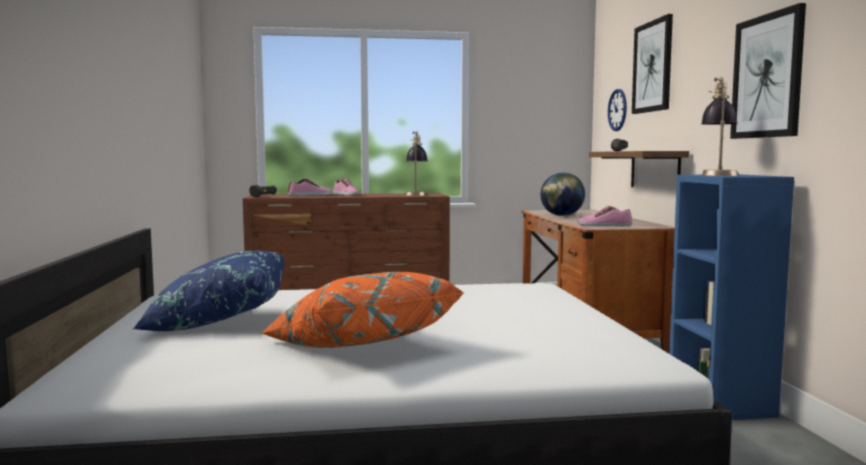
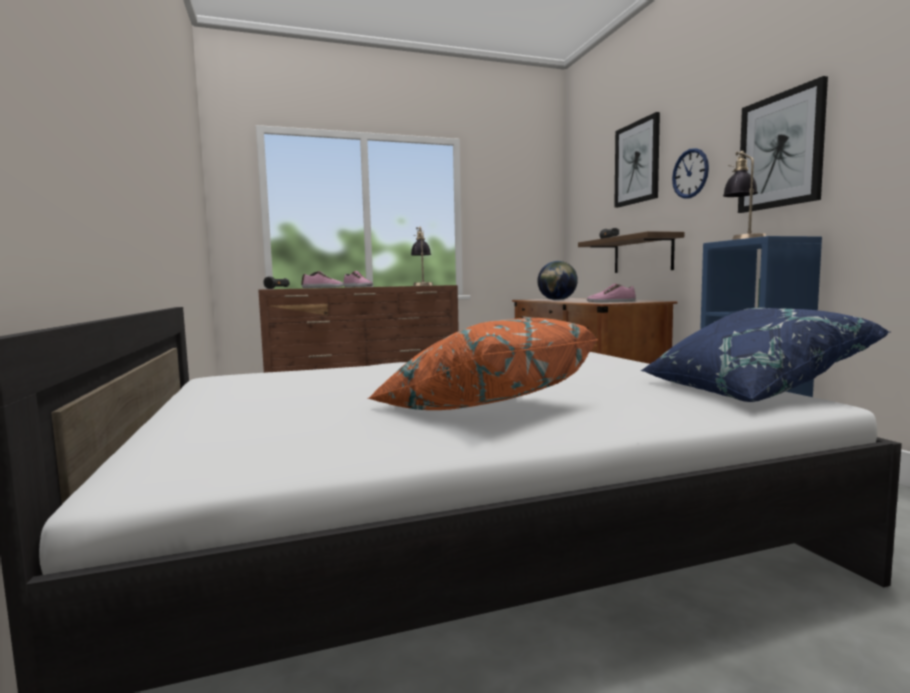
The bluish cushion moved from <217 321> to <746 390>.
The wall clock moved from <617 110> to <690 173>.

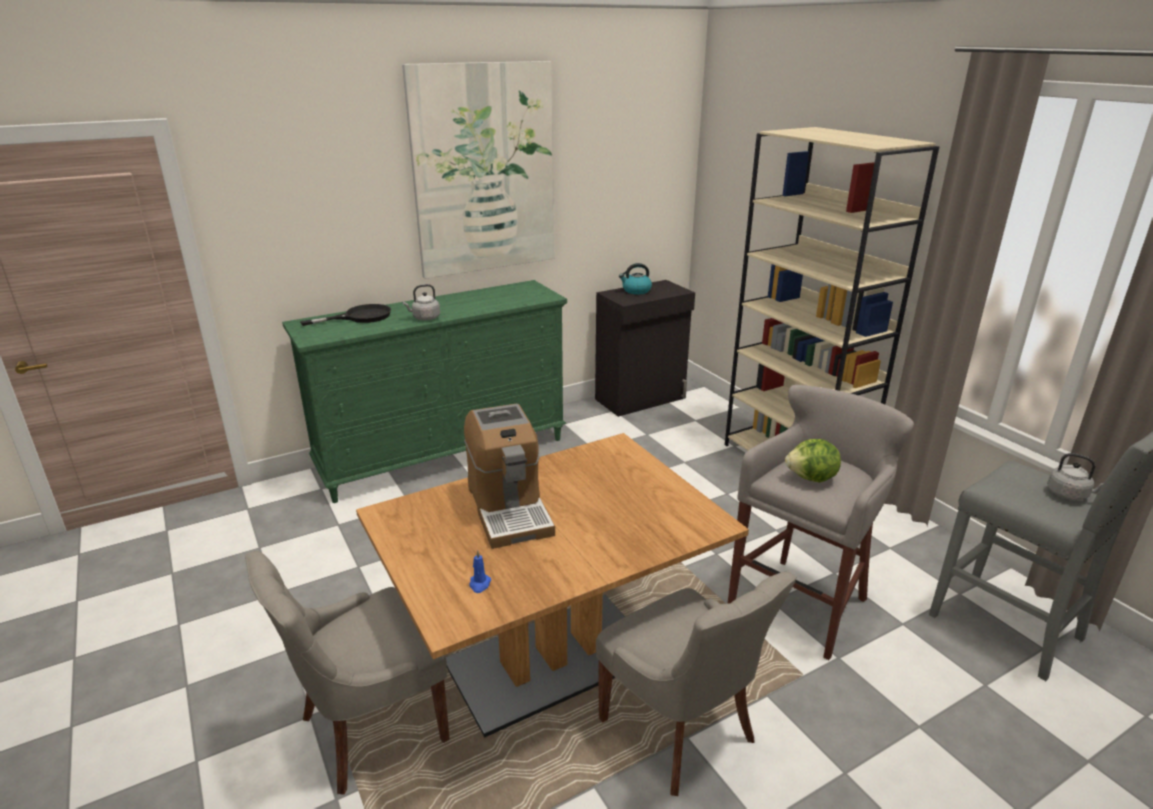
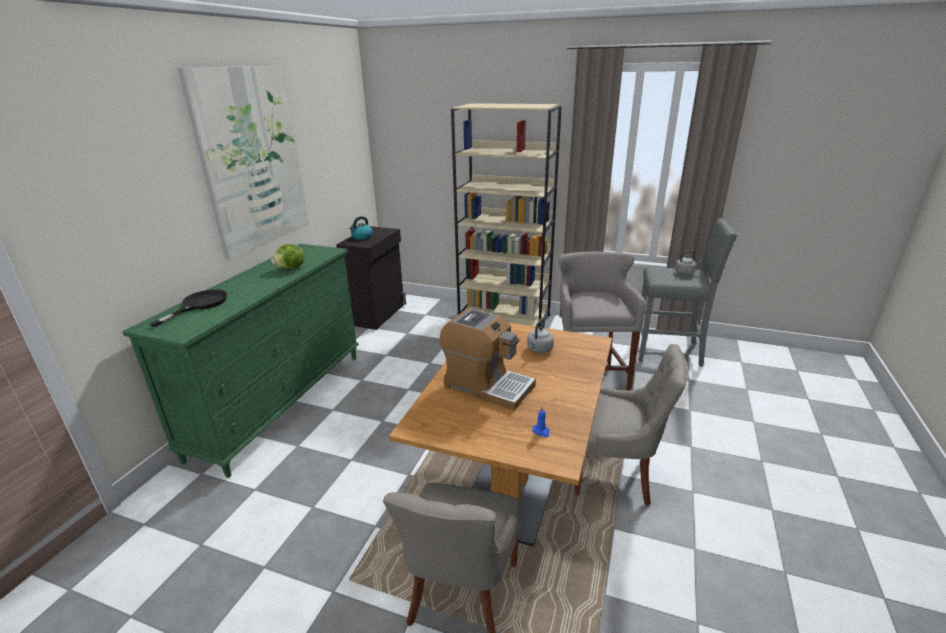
The greyish water kettle moved from <425 318> to <539 350>.
The head of lettuce moved from <811 478> to <291 268>.

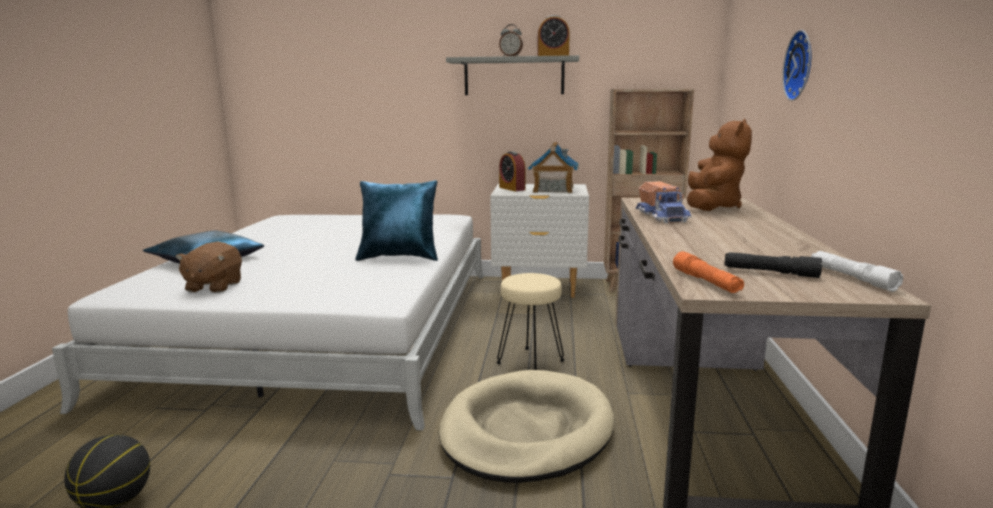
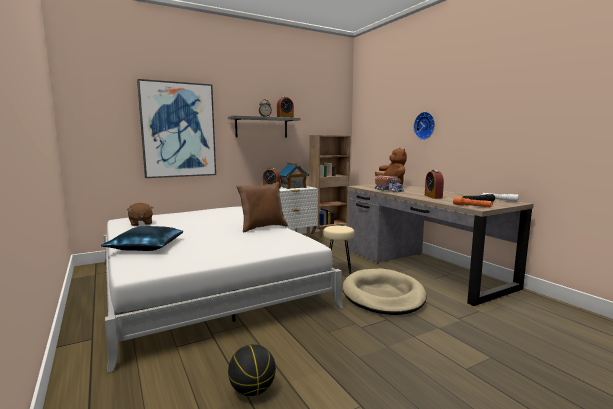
The wall art at <178 130> appeared.
The table clock at <433 196> appeared.
The brownish soft toy moved from <213 286> to <140 223>.
The bluish cushion at <400 257> became the brownish cushion at <263 227>.

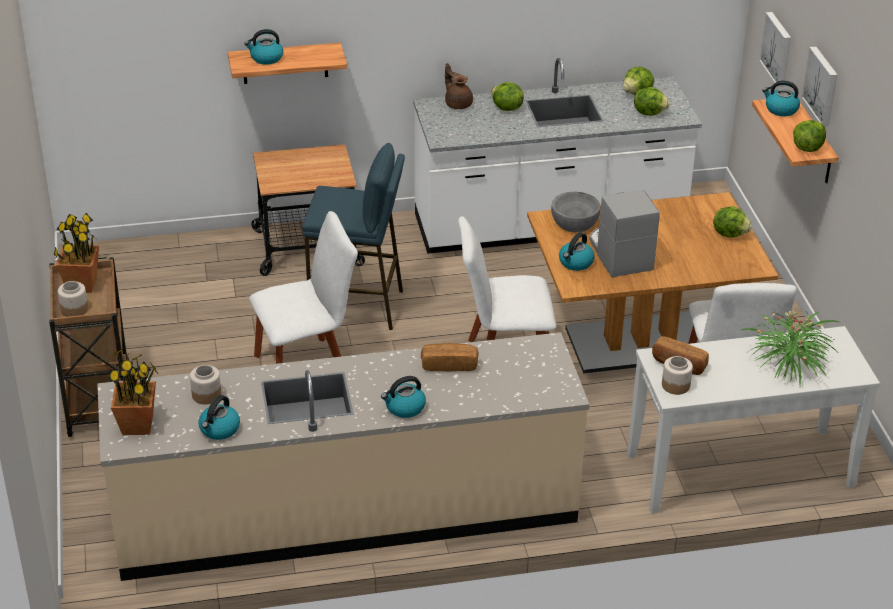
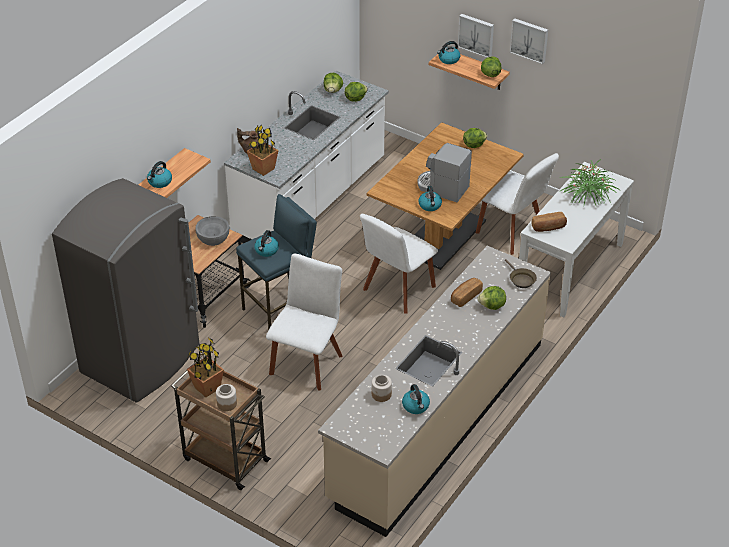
The jar at <676 385> disappeared.
The greyish fridge at <142 360> appeared.
The brownish pan at <521 279> appeared.
The houseplant moved from <137 425> to <263 169>.
The water kettle moved from <404 408> to <266 250>.
The head of lettuce moved from <506 108> to <492 306>.
The greyish serving bowl moved from <574 222> to <213 237>.
The wall art moved from <777 49> to <529 40>.

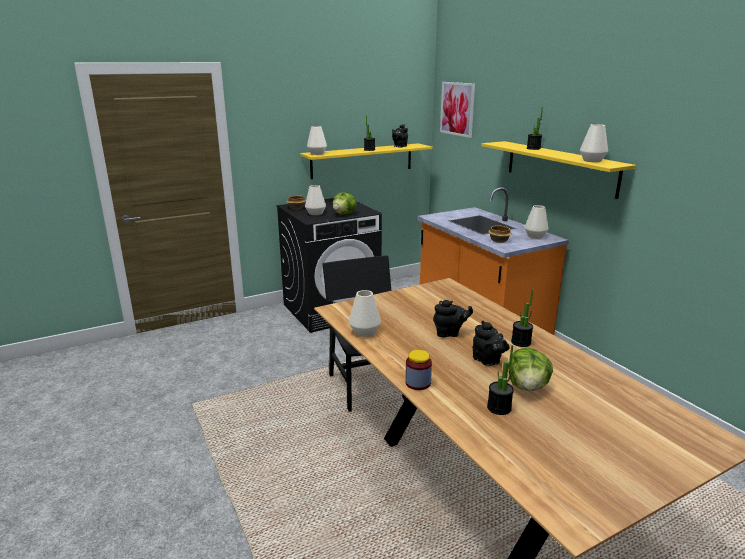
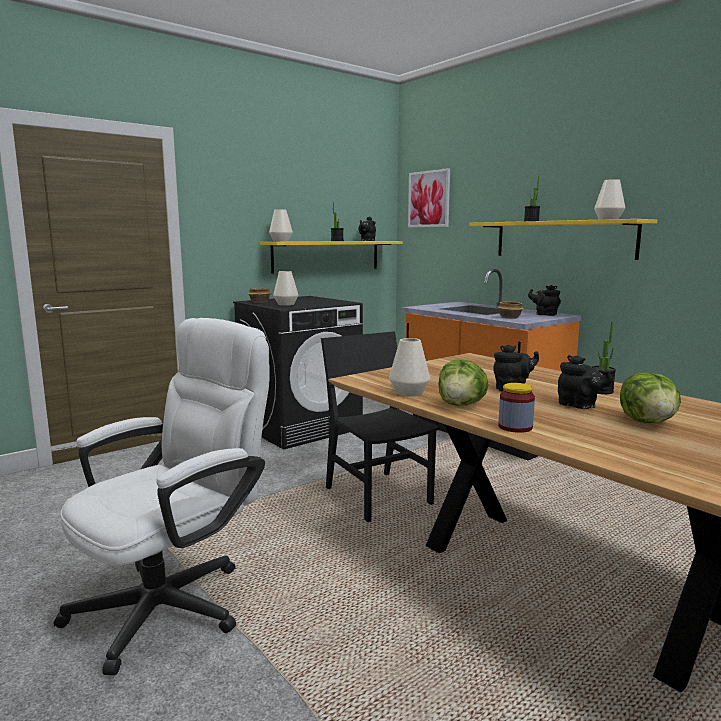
The houseplant at <499 408> disappeared.
The whitish office chair at <175 601> appeared.
The head of lettuce moved from <344 214> to <461 405>.
The whitish decorative vase at <535 236> was replaced by the black tea pot at <544 314>.

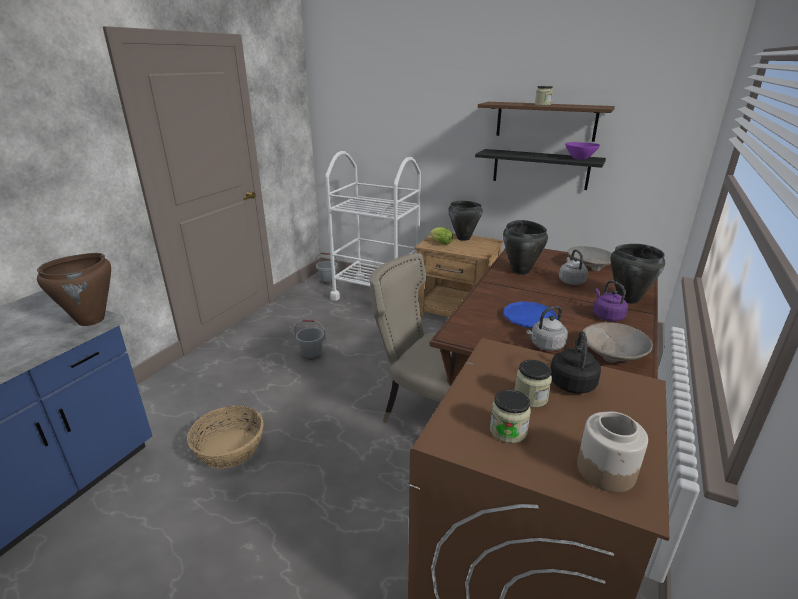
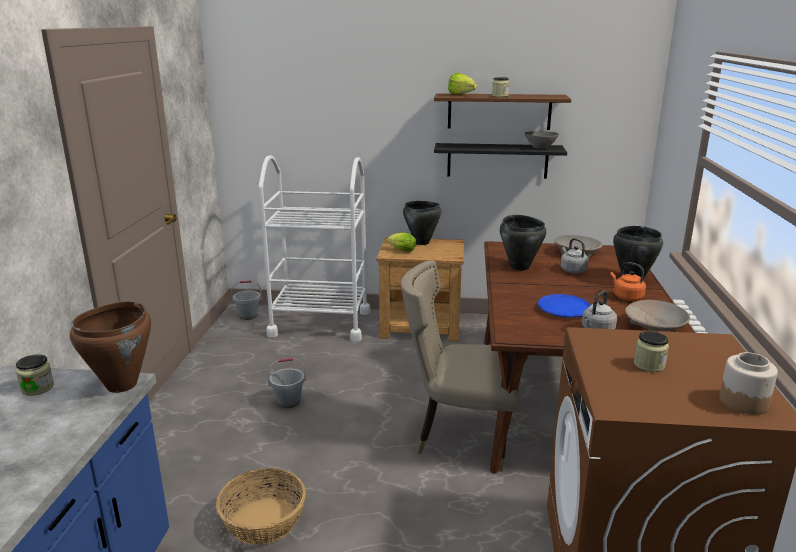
The black water kettle at <572 382> disappeared.
The head of lettuce at <463 95> appeared.
The jar moved from <508 430> to <37 388>.
The purple serving bowl at <579 158> became the greyish serving bowl at <540 147>.
The purple water kettle at <606 316> became the orange water kettle at <626 297>.

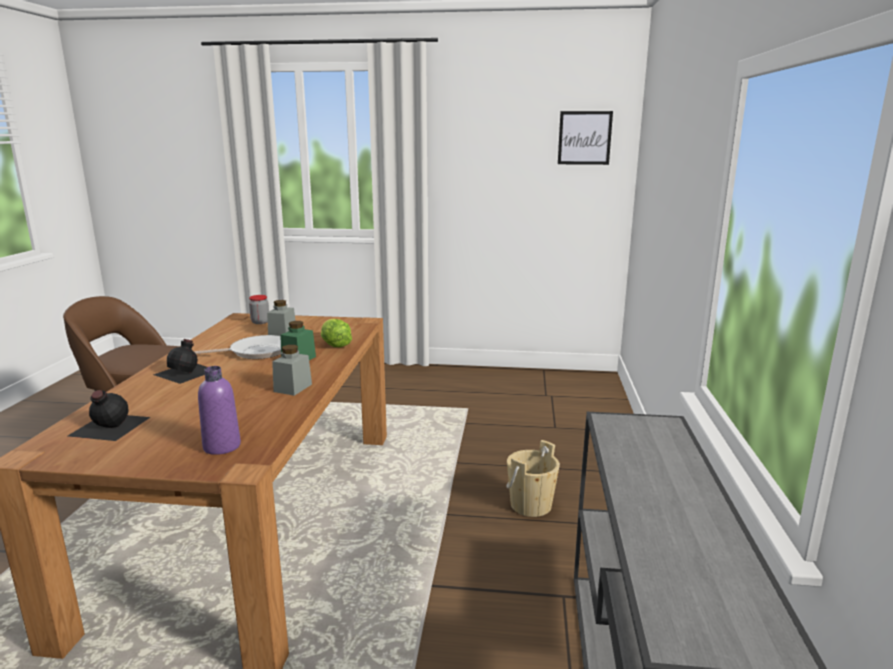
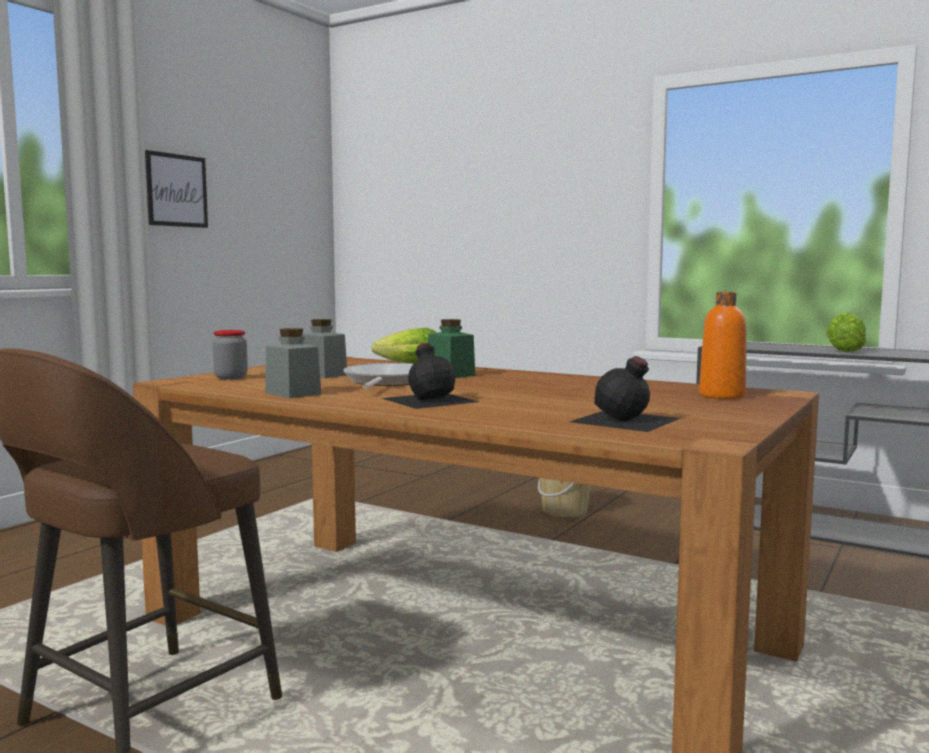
The head of lettuce at <844 350> appeared.
The greyish jar moved from <293 388> to <293 393>.
The wall art moved from <584 138> to <176 190>.
The purple beverage bottle at <222 446> became the orange beverage bottle at <721 396>.

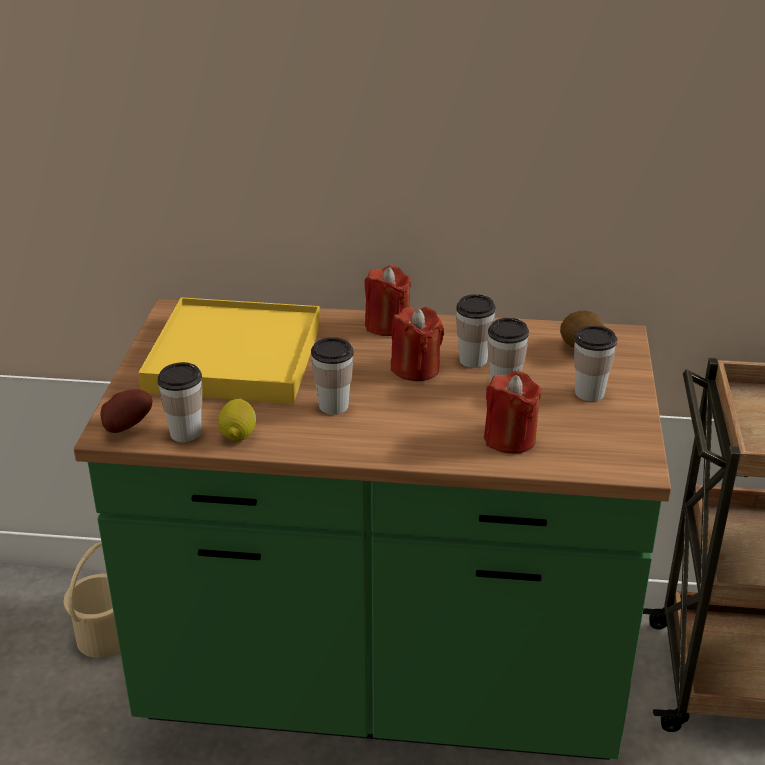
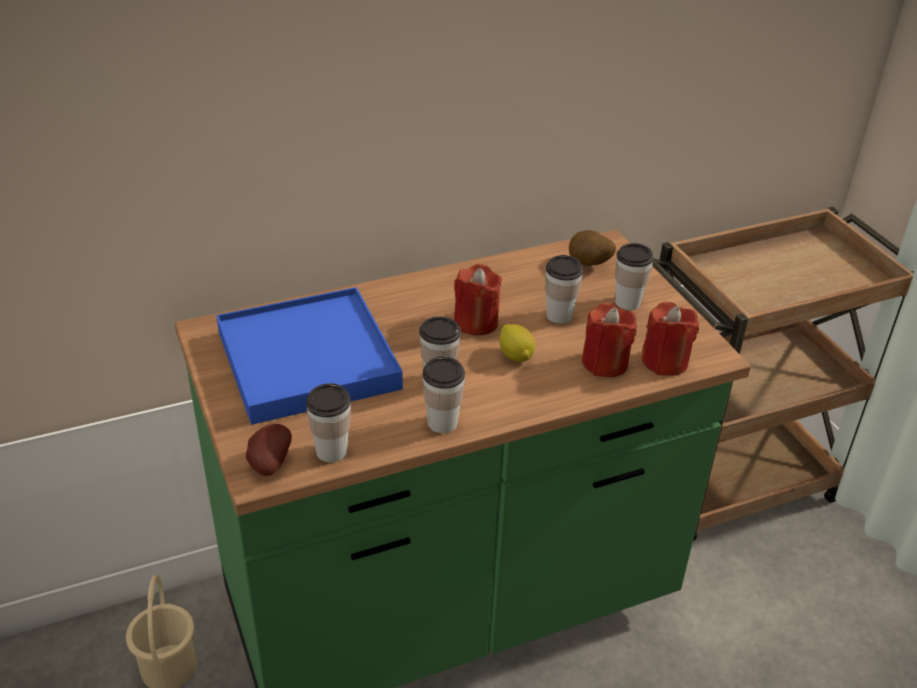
The lemon moved from <239 434> to <516 356>.
The reddish candle moved from <387 325> to <665 361>.
The cup moved from <473 360> to <442 423>.
The yellow-coloured tray at <235 358> became the bluish tray at <308 360>.

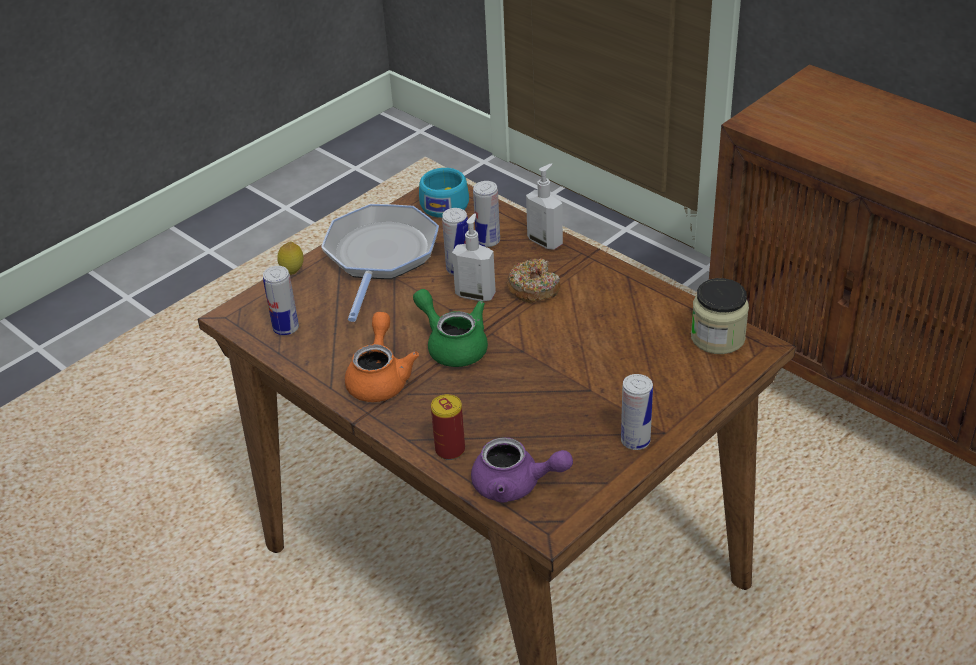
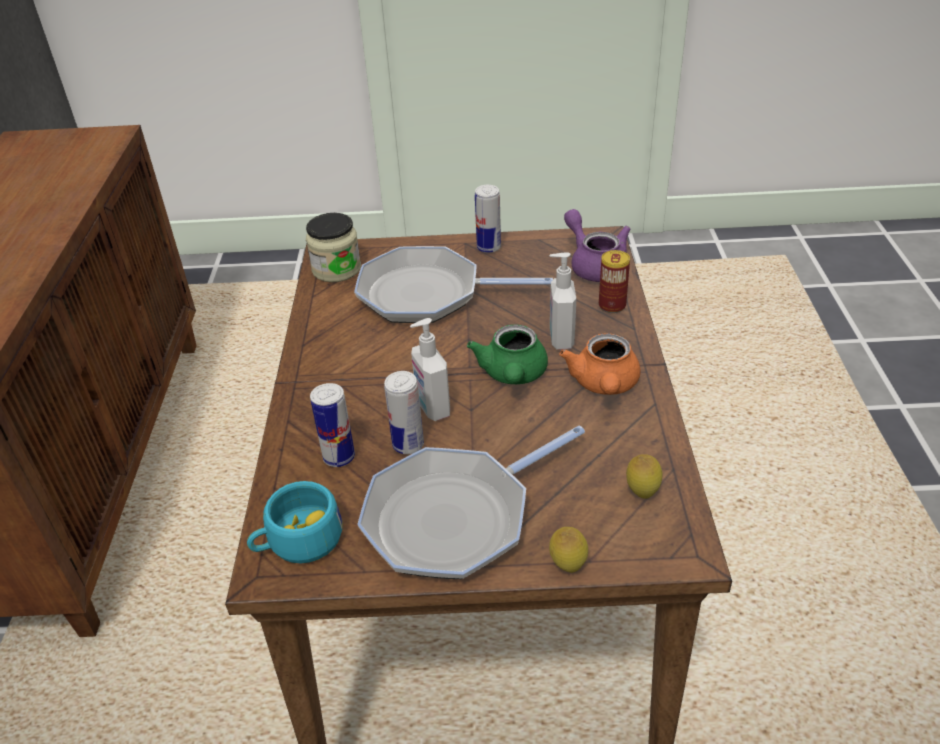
The doughnut at <533 288> disappeared.
The pan at <427 294> appeared.
The liquid soap bottle moved from <545 241> to <560 339>.
The metal can at <286 328> was replaced by the lemon at <642 492>.
The orange tea pot at <380 378> turned 45 degrees counterclockwise.

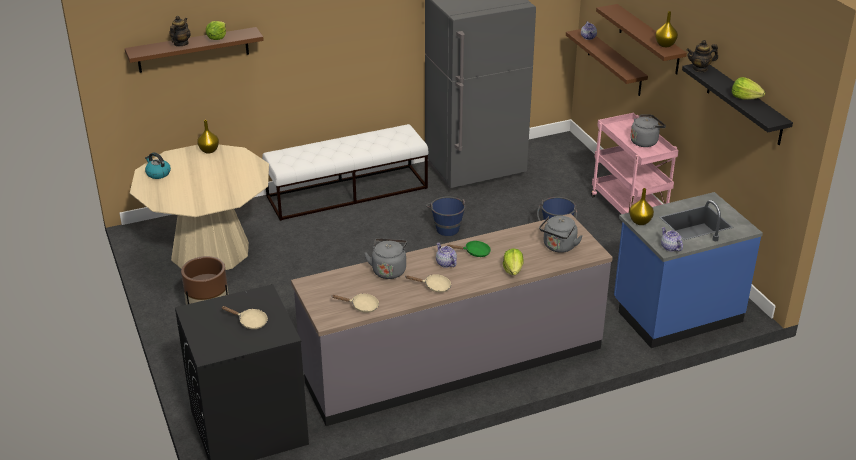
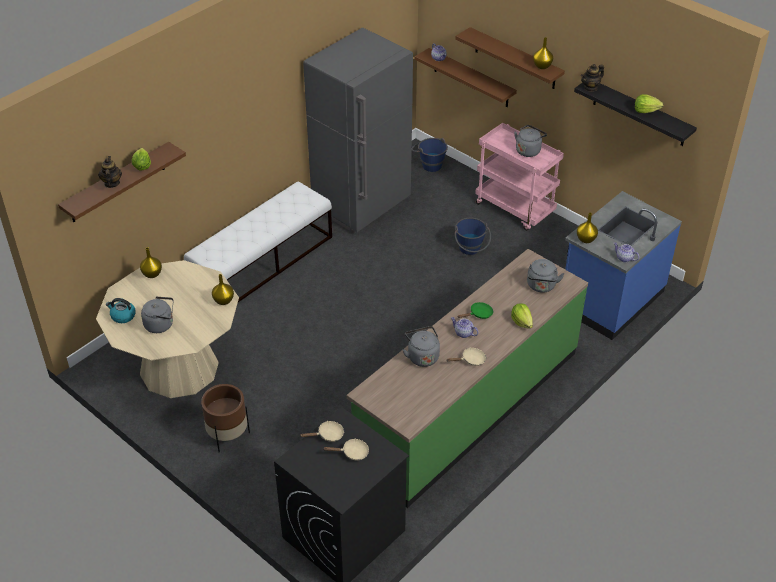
The greyish water kettle at <161 324> appeared.
The yellow-coloured decorative vase at <224 301> appeared.
The sand-coloured pan moved from <362 306> to <328 435>.
The bluish water bucket moved from <446 227> to <429 164>.
The greyish kitchen counter at <452 360> became the green-coloured kitchen counter at <468 407>.

